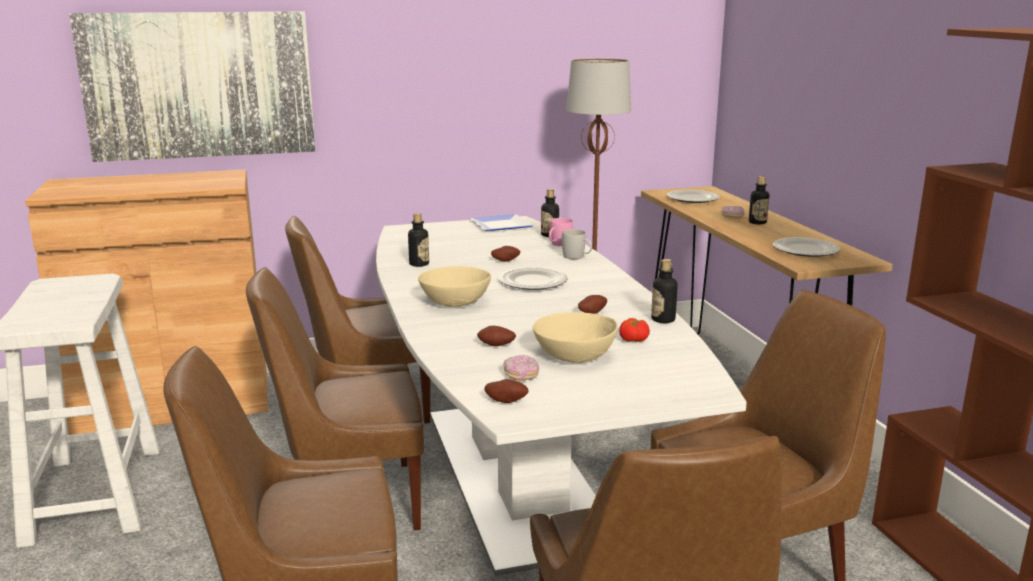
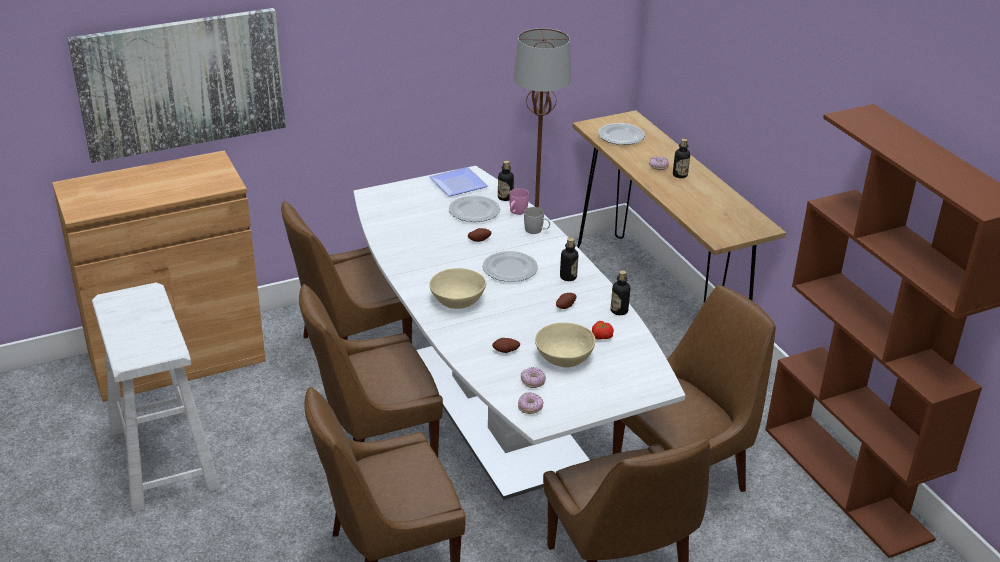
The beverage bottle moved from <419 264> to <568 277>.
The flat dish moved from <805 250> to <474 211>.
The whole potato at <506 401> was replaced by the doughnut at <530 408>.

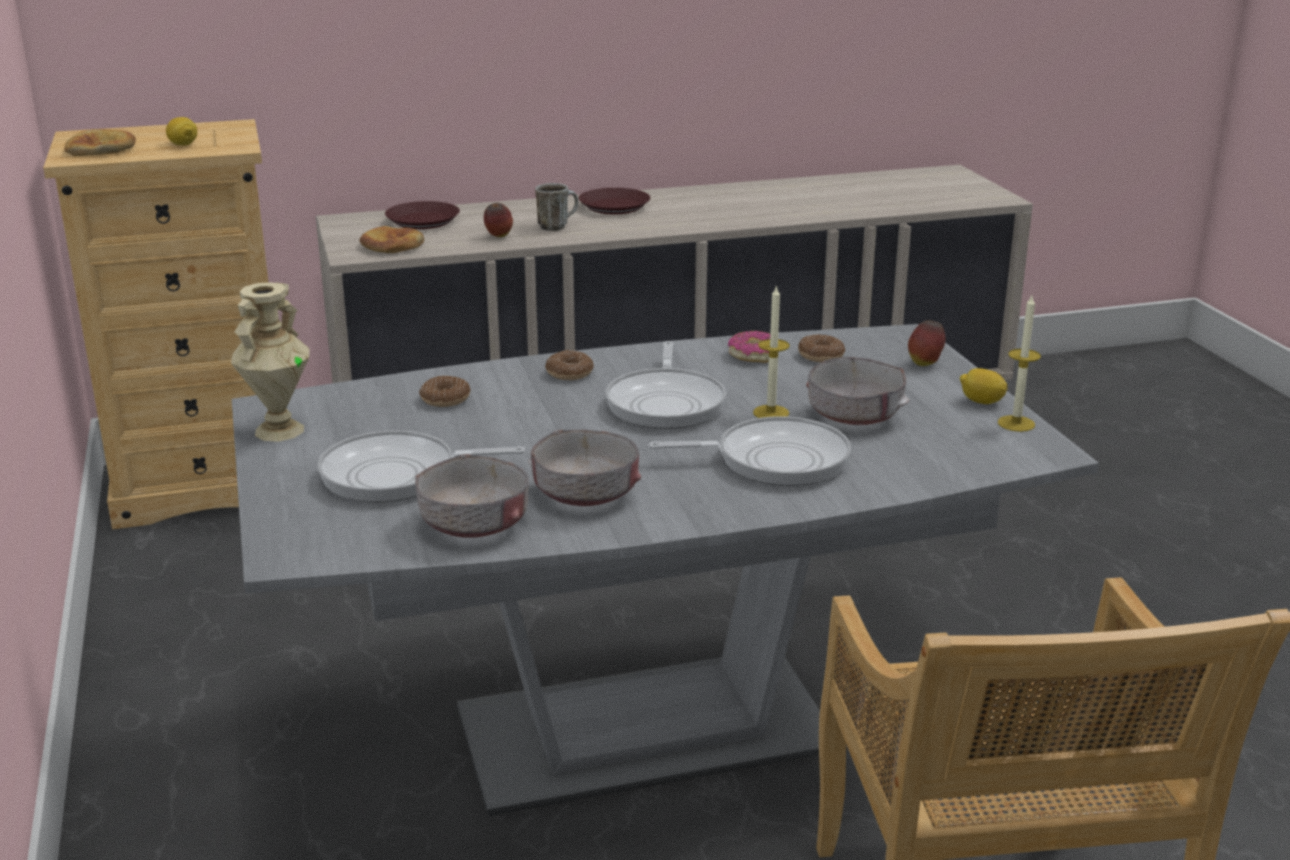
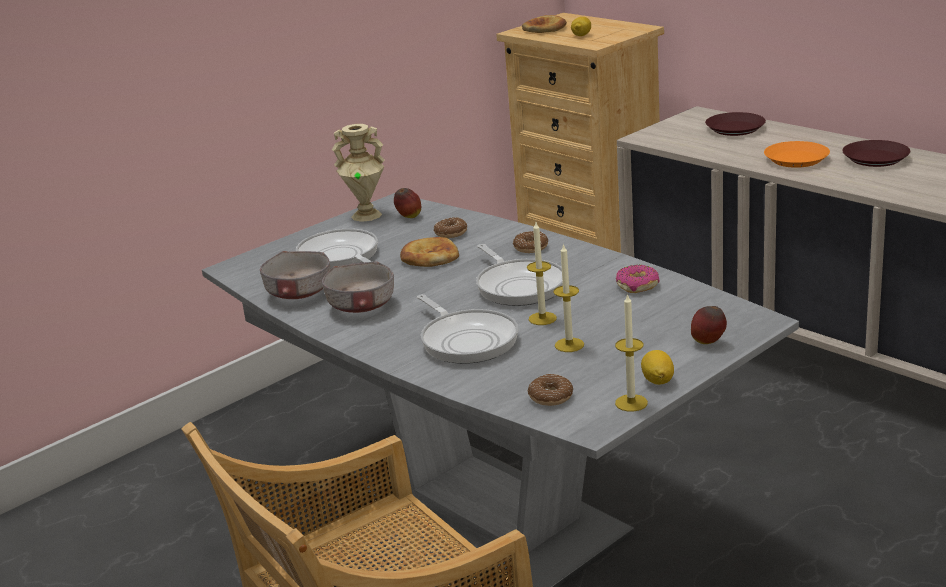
The bakery bread moved from <392 245> to <429 257>.
The whole apple moved from <498 237> to <409 217>.
The doughnut moved from <821 356> to <550 397>.
The coffee mug at <557 226> was replaced by the orange flat dish at <797 159>.
The greyish serving bowl at <853 417> was replaced by the candle at <569 345>.
The pan at <666 403> turned 90 degrees counterclockwise.

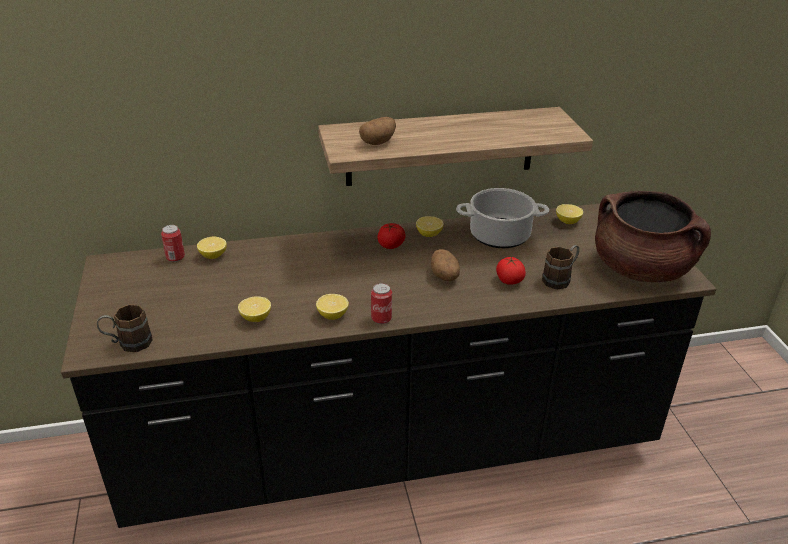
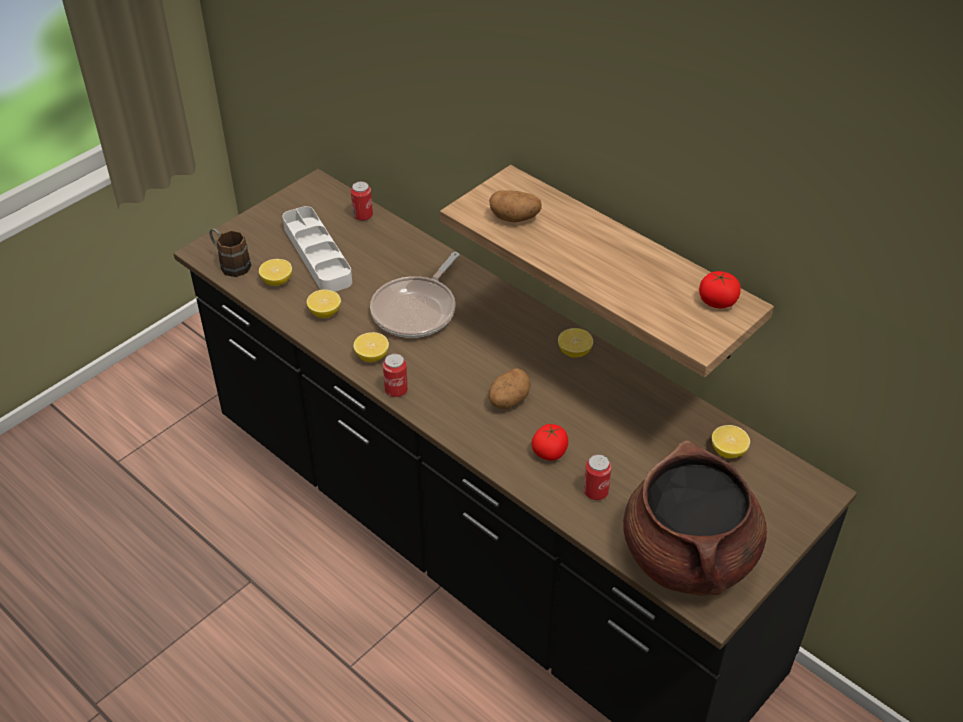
The cooking pot at <500 235> disappeared.
The whitish tray at <317 254> appeared.
The pan at <417 310> appeared.
The lemon moved from <213 255> to <277 281>.
The fresh tomato moved from <391 245> to <717 302>.
The brownish coffee mug at <560 278> was replaced by the metal can at <595 492>.

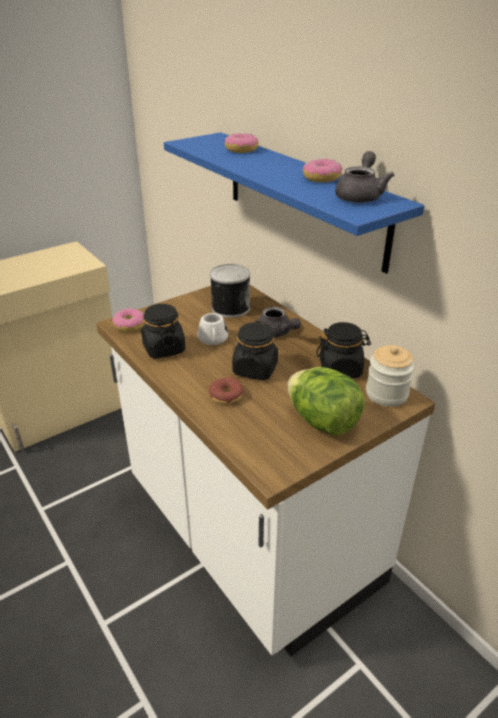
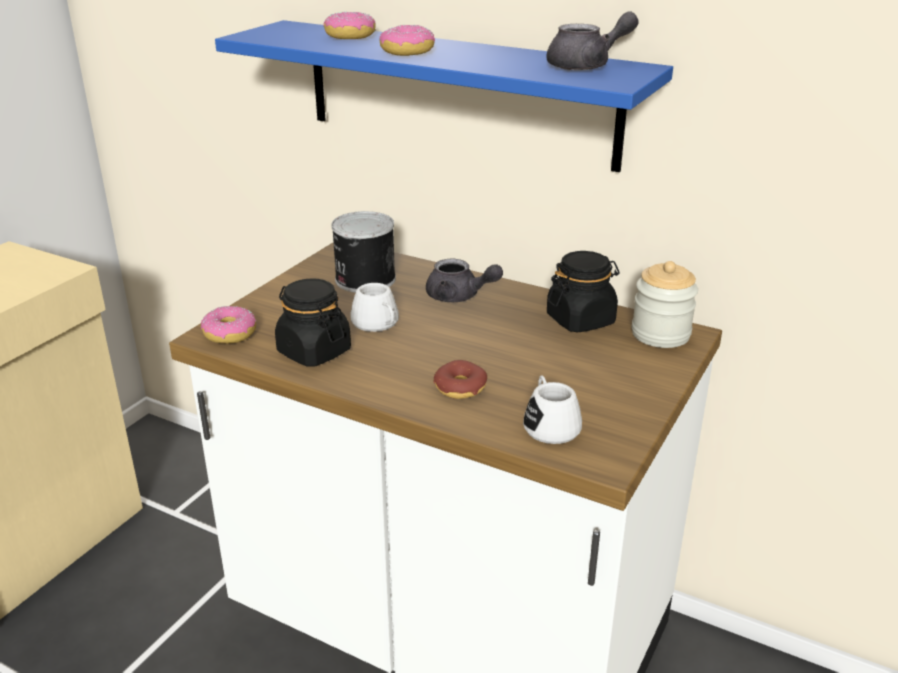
The black jar at <255 369> disappeared.
The head of lettuce at <322 421> disappeared.
The whitish coffee mug at <549 424> appeared.
The doughnut moved from <321 178> to <407 51>.
The greyish tea pot at <360 195> turned 75 degrees clockwise.

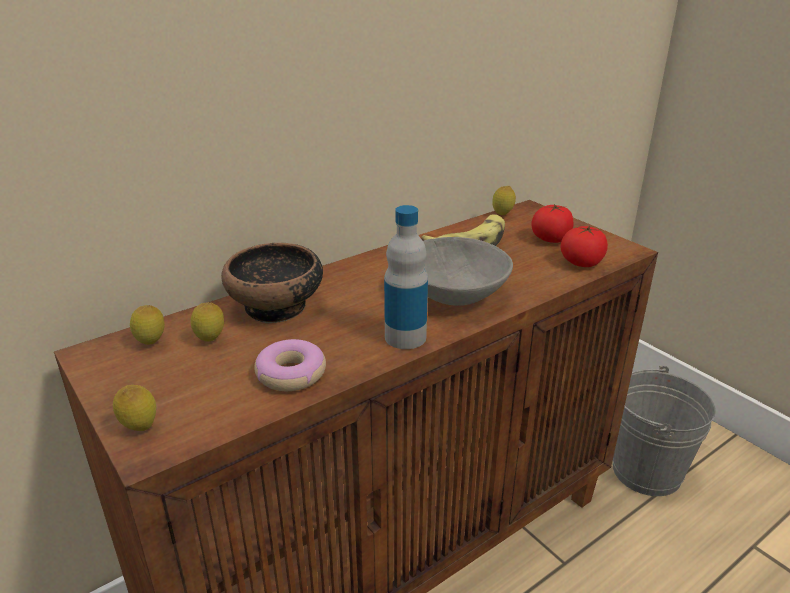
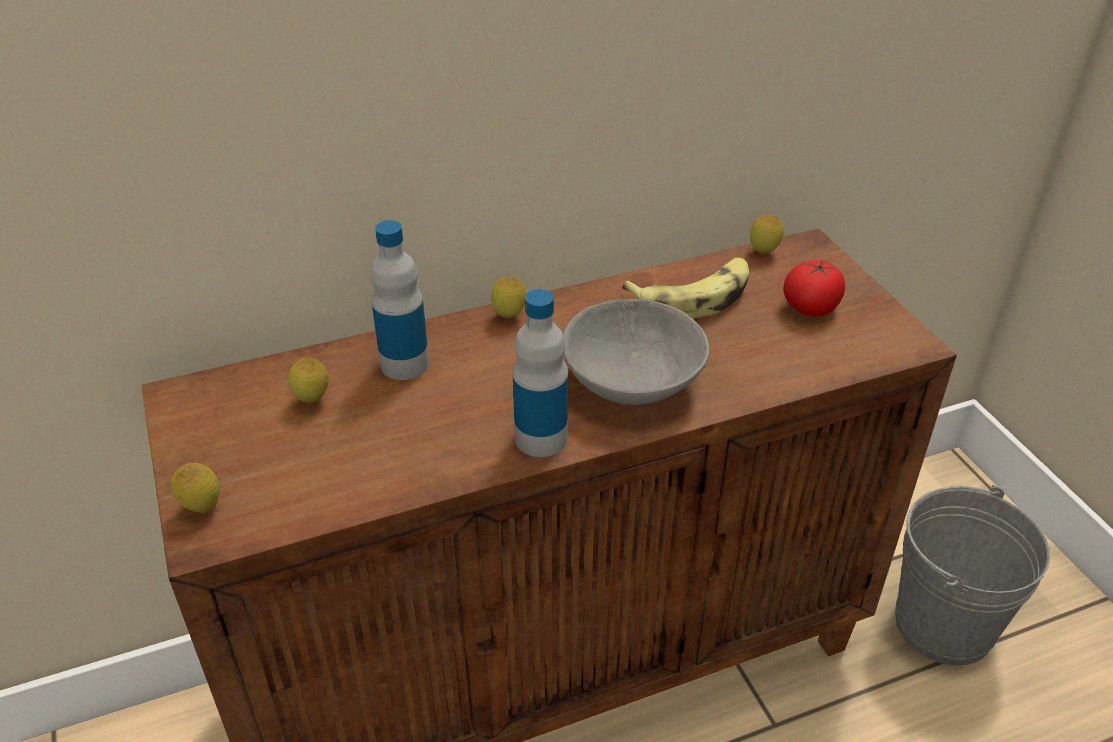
The doughnut at <291 374> disappeared.
The fresh tomato at <581 263> disappeared.
The lemon moved from <151 344> to <509 317>.
The serving bowl at <276 307> was replaced by the beverage bottle at <405 364>.

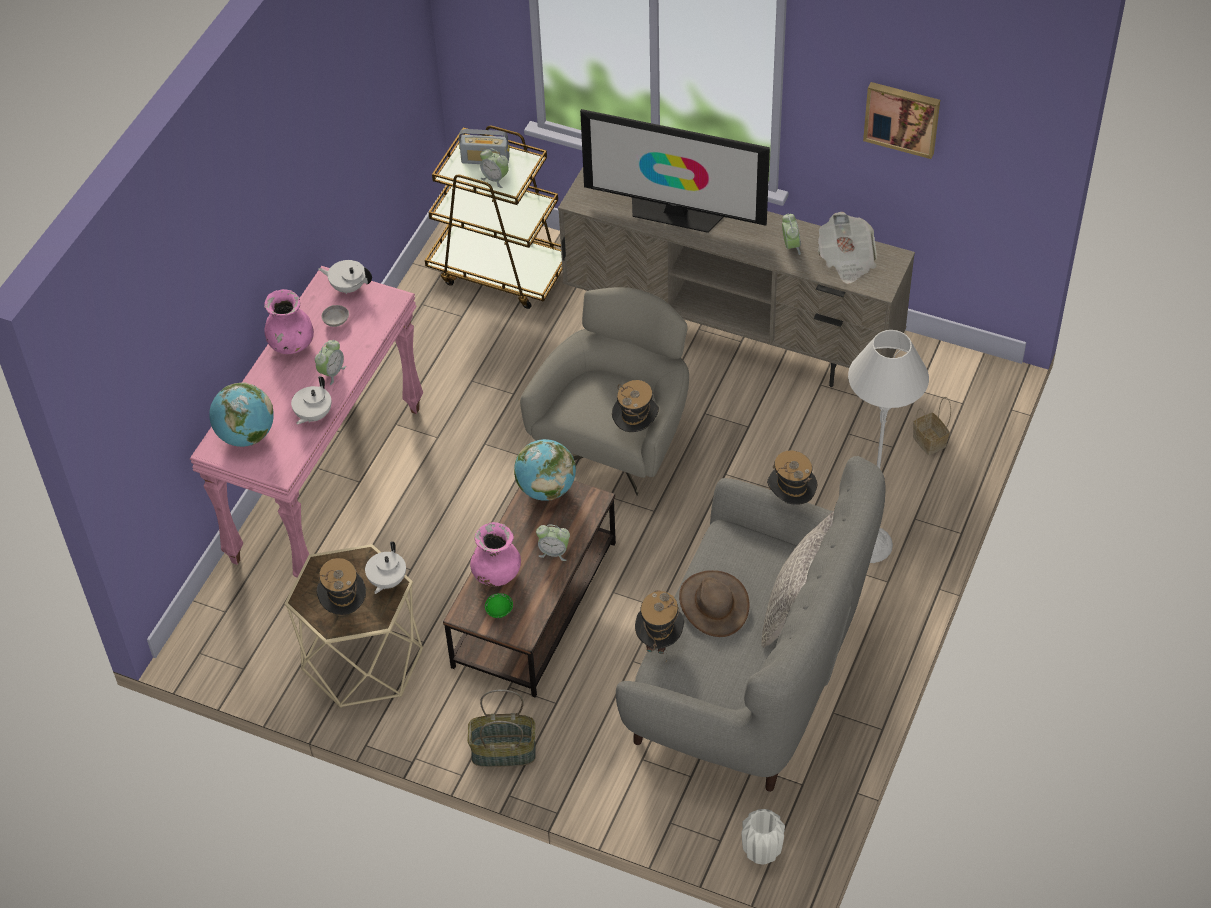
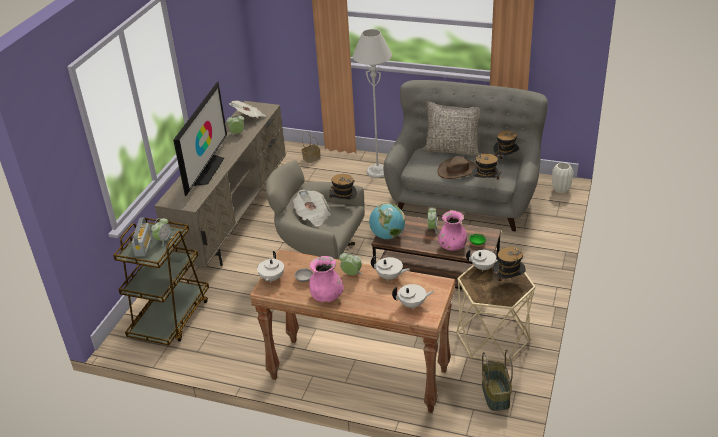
The wall art at <902 117> disappeared.
The newspaper at <312 216> appeared.
The storage basket moved from <503 752> to <496 395>.
The hat moved from <791 500> to <505 160>.
The globe at <246 435> was replaced by the whitish tea pot at <412 304>.
The pink-coloured console table at <326 483> became the brownish console table at <358 375>.

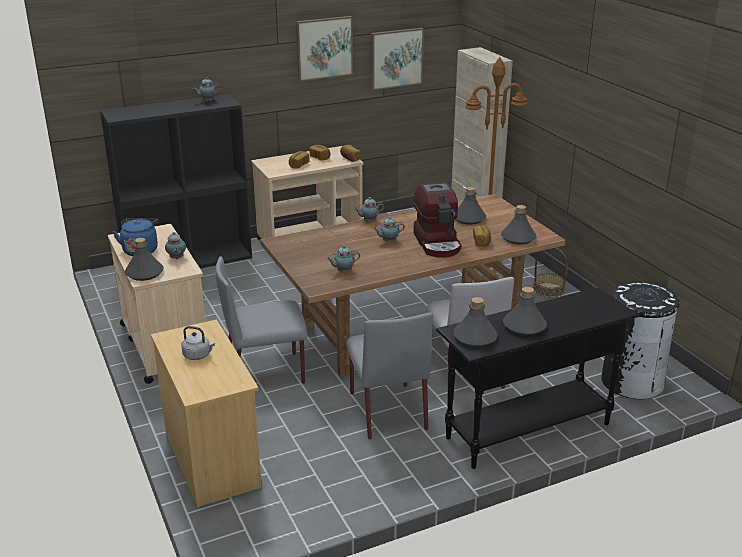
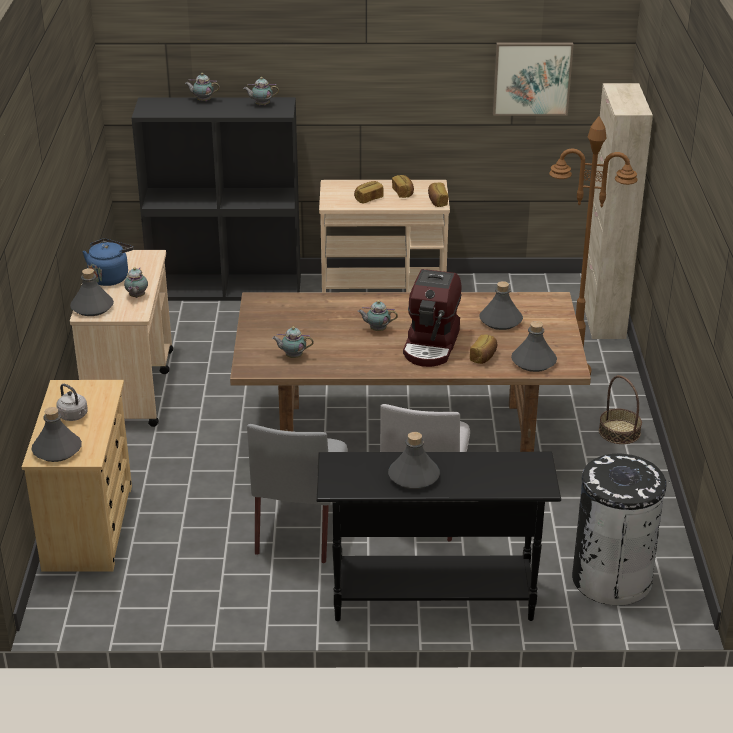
The greyish upright chair at <266 372> disappeared.
The wall art at <324 48> disappeared.
The tea pot moved from <368 221> to <202 101>.
The greyish beverage bottle moved from <474 337> to <57 450>.

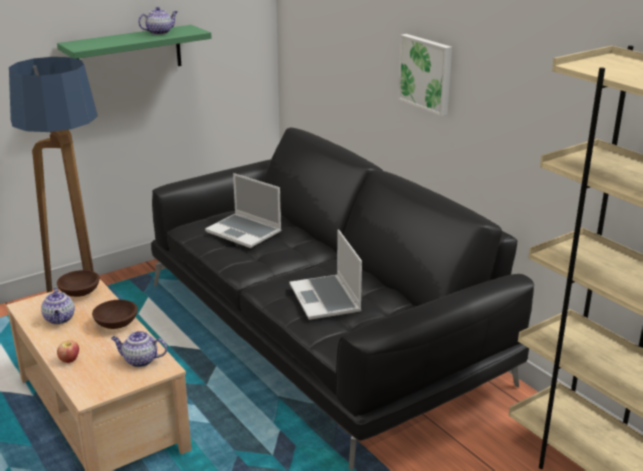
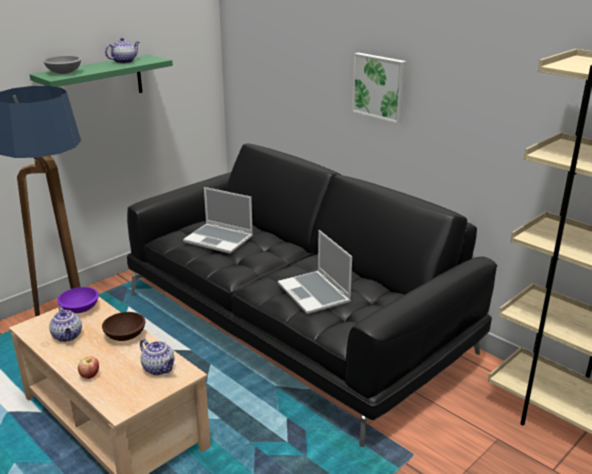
The greyish serving bowl at <64 73> appeared.
The brownish serving bowl at <79 292> became the purple serving bowl at <79 308>.
The tea pot at <140 360> turned 135 degrees counterclockwise.

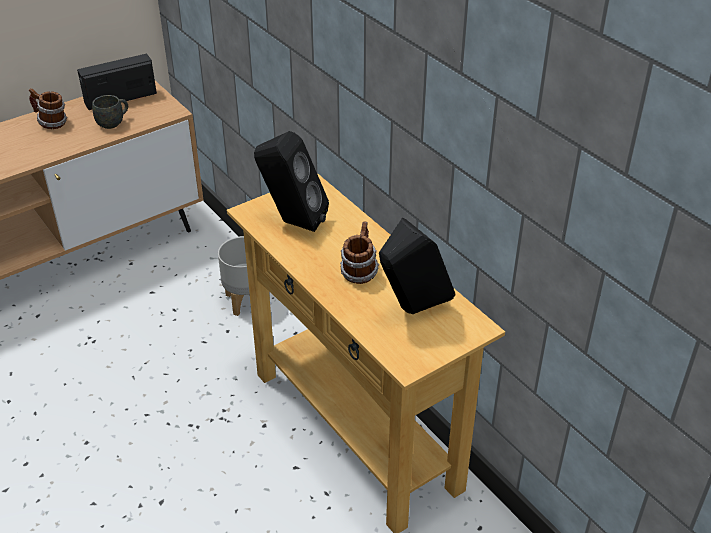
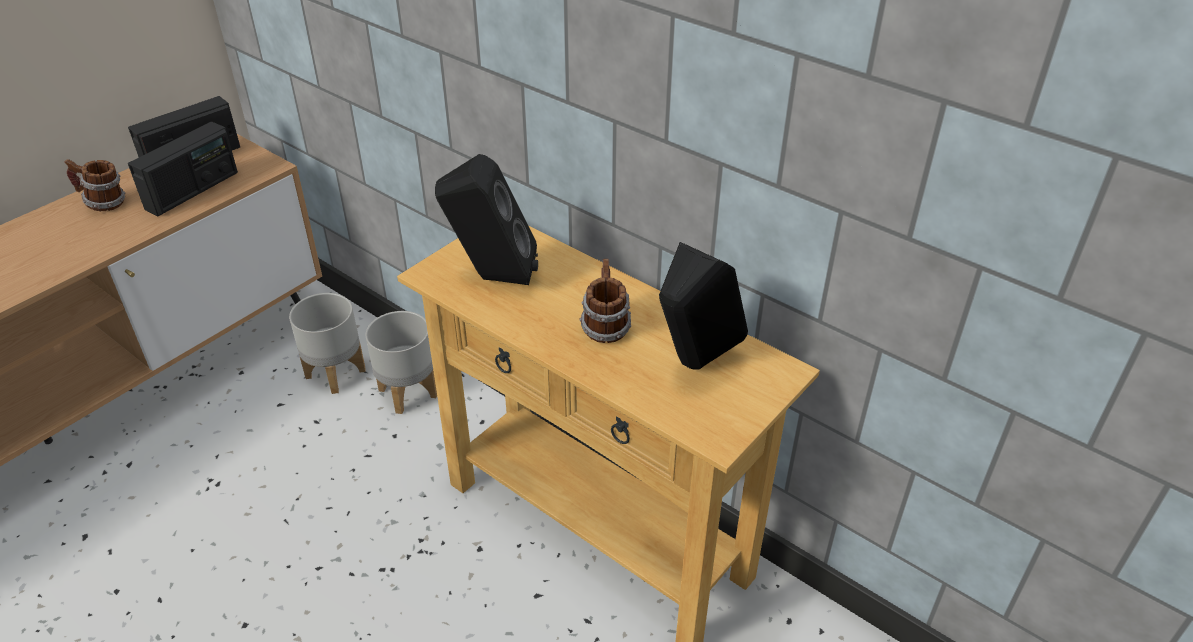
The greyish plant pot at <336 372> appeared.
The greyish coffee mug at <114 122> was replaced by the radio receiver at <192 191>.

